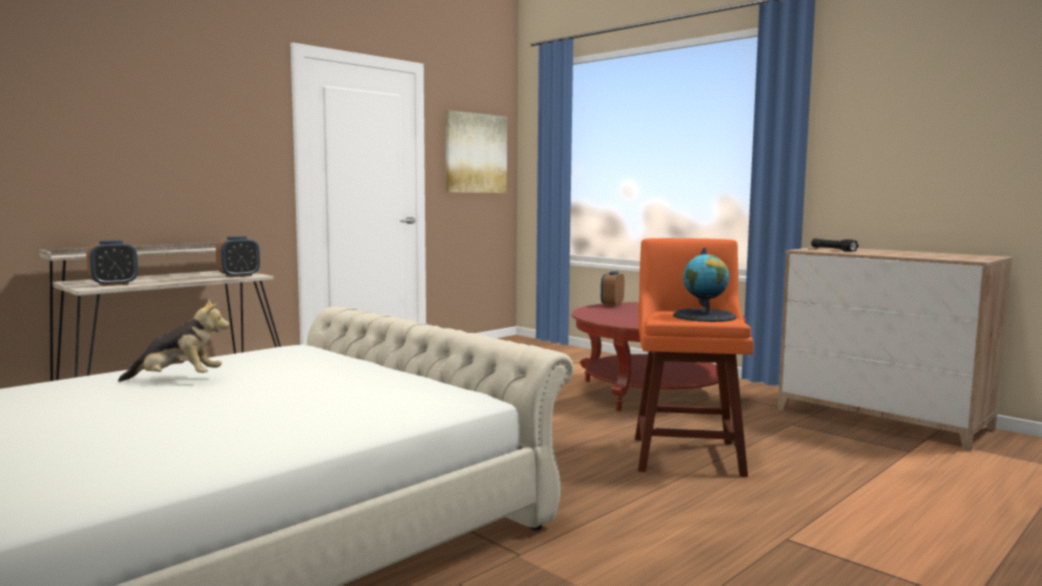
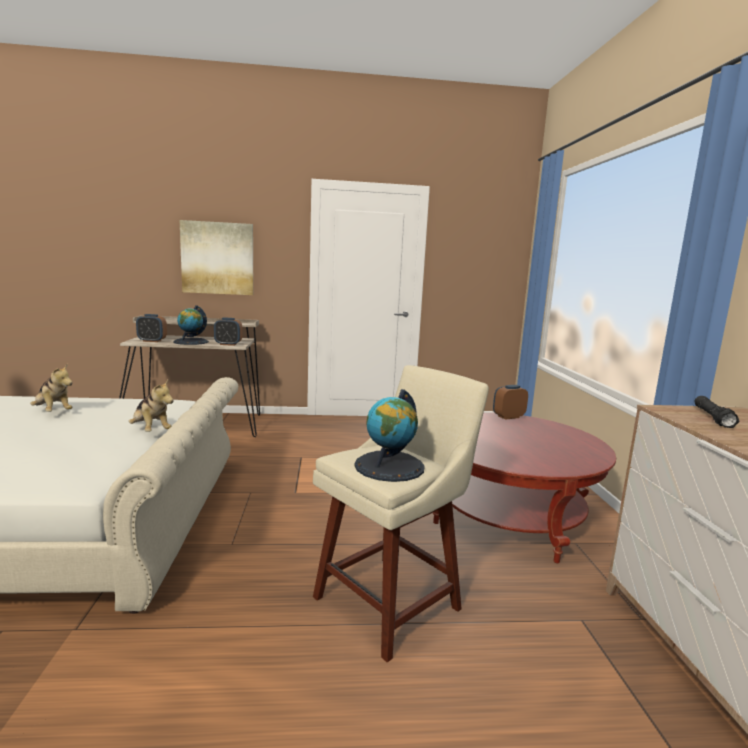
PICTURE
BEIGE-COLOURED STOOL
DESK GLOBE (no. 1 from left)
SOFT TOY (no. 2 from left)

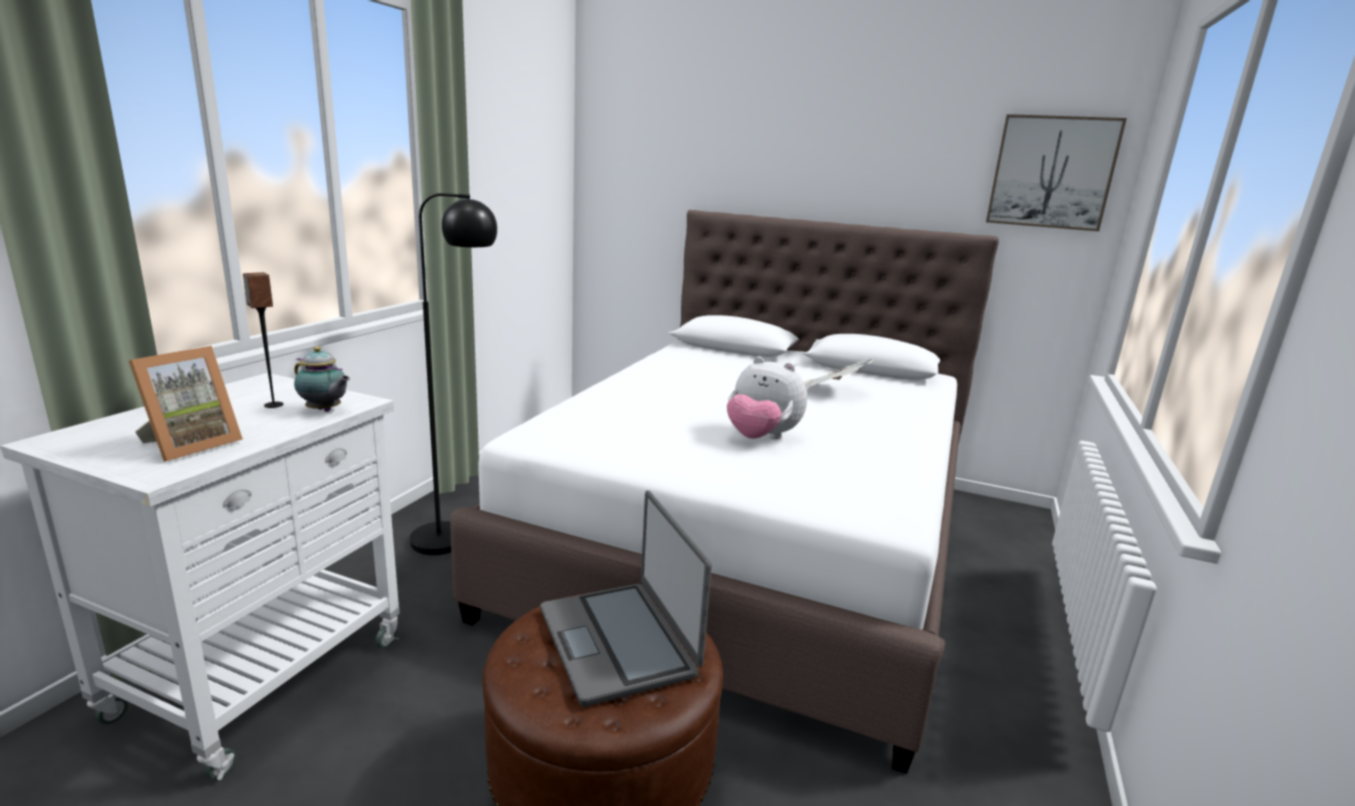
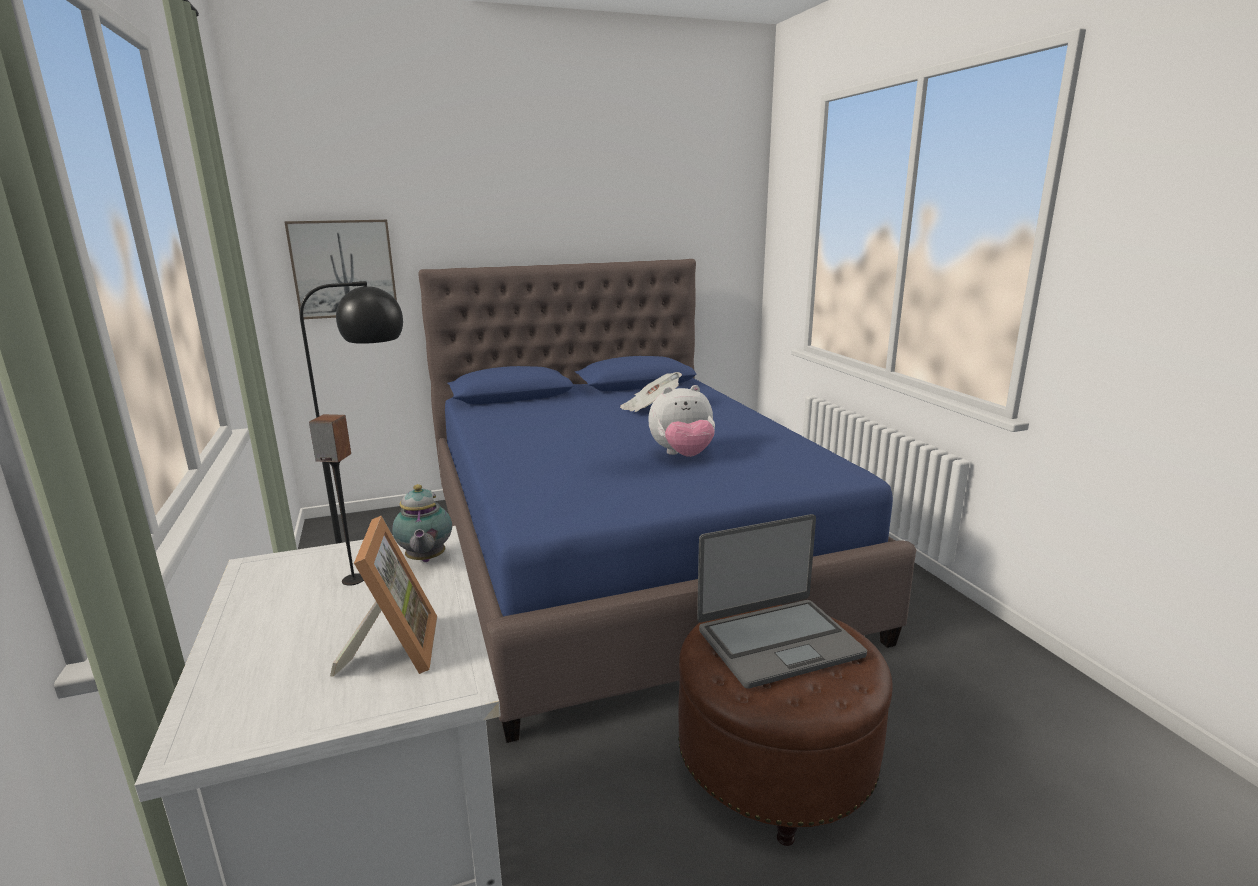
PICTURE
BLUISH SLEEPING BED
TEA POT
NOTEBOOK COMPUTER

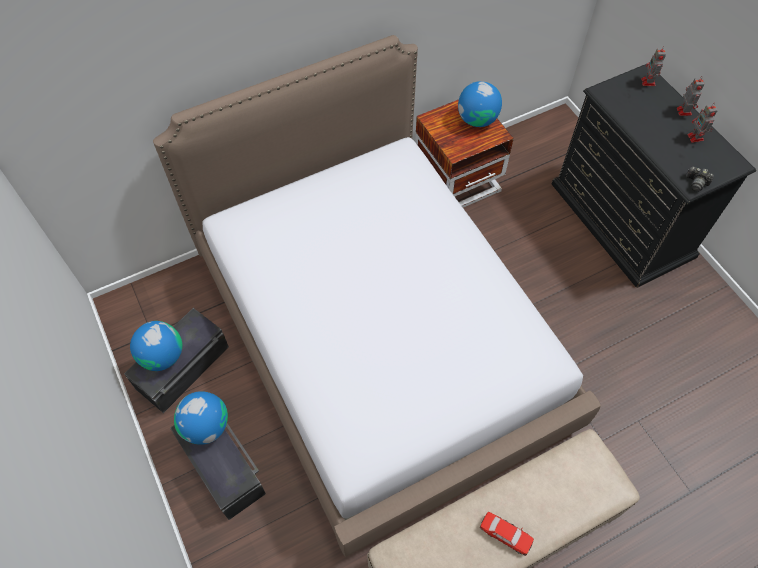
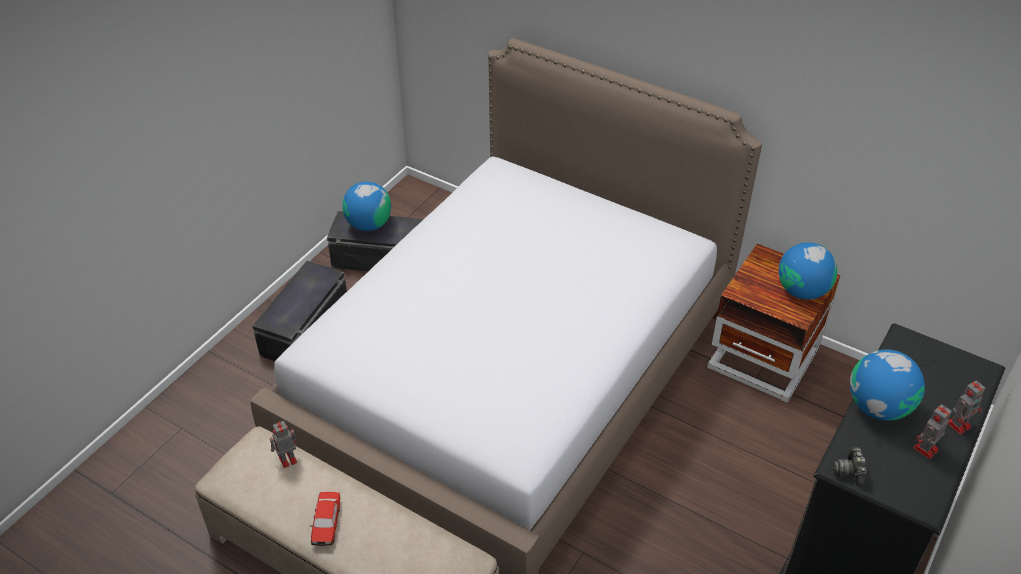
ROBOT FIGURE (no. 1 from left)
DESK GLOBE (no. 3 from left)

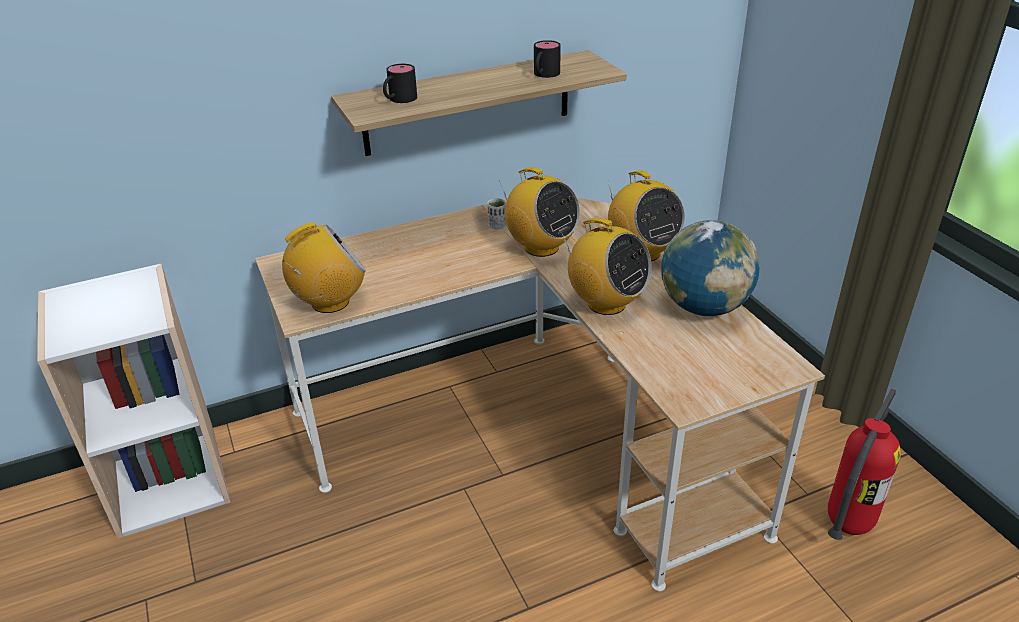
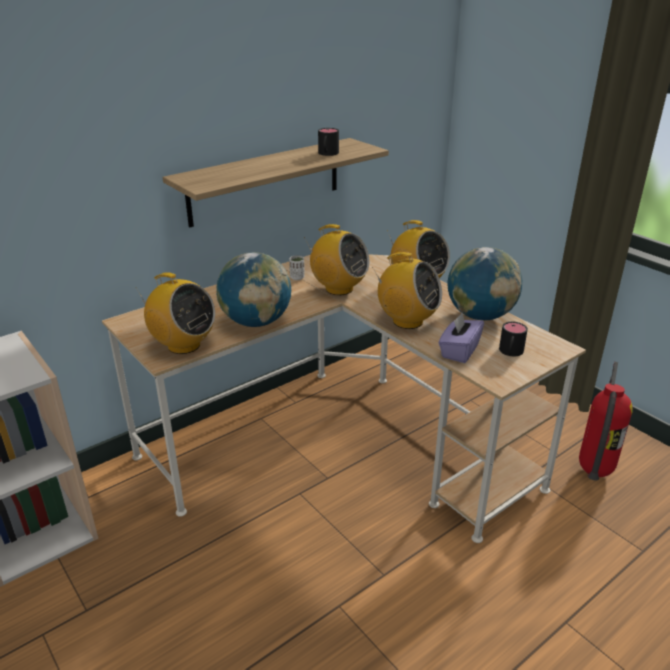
BLACK MUG (no. 2 from left)
RADIO SET (no. 1 from left)
DESK GLOBE (no. 1 from left)
PURPLE-COLOURED TISSUE BOX

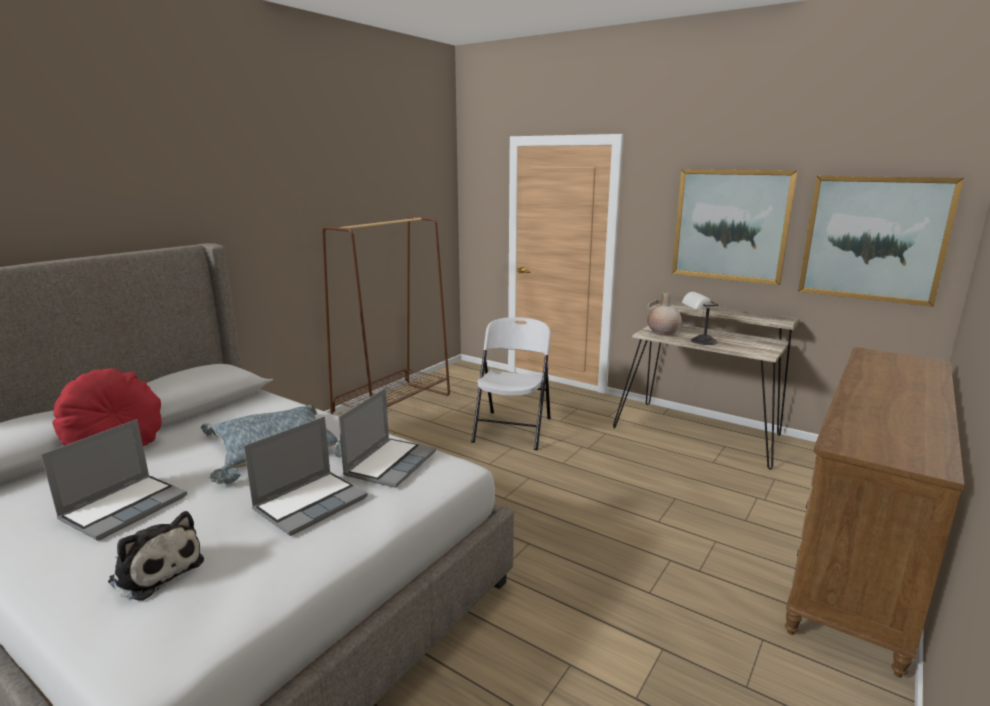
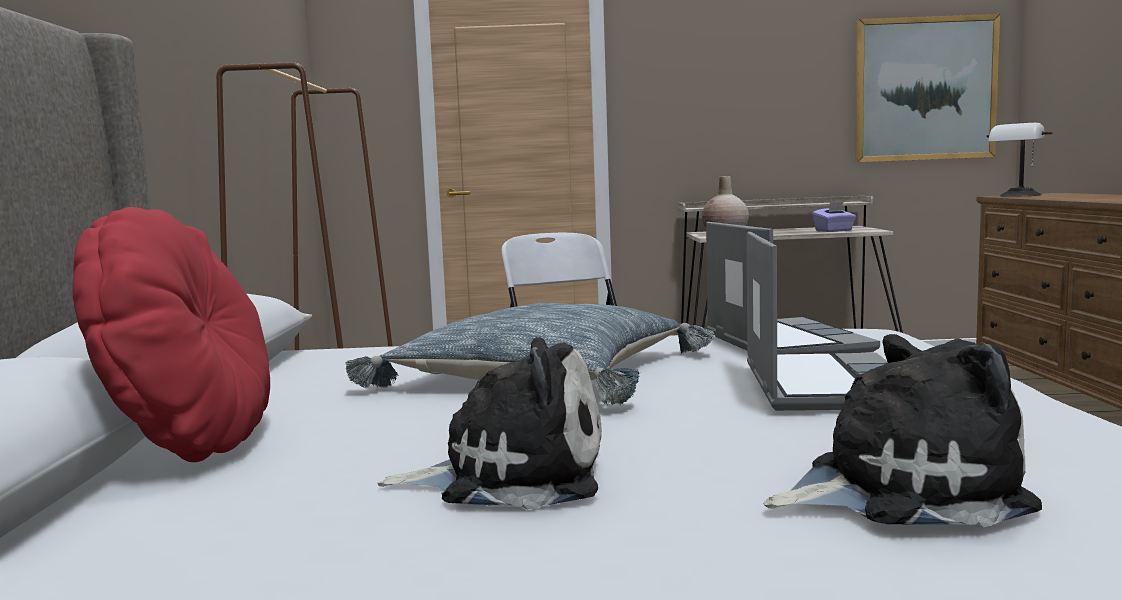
PICTURE (no. 1 from left in the first image)
TABLETOP LAMP
SOFT TOY (no. 1 from left)
PURPLE-COLOURED TISSUE BOX

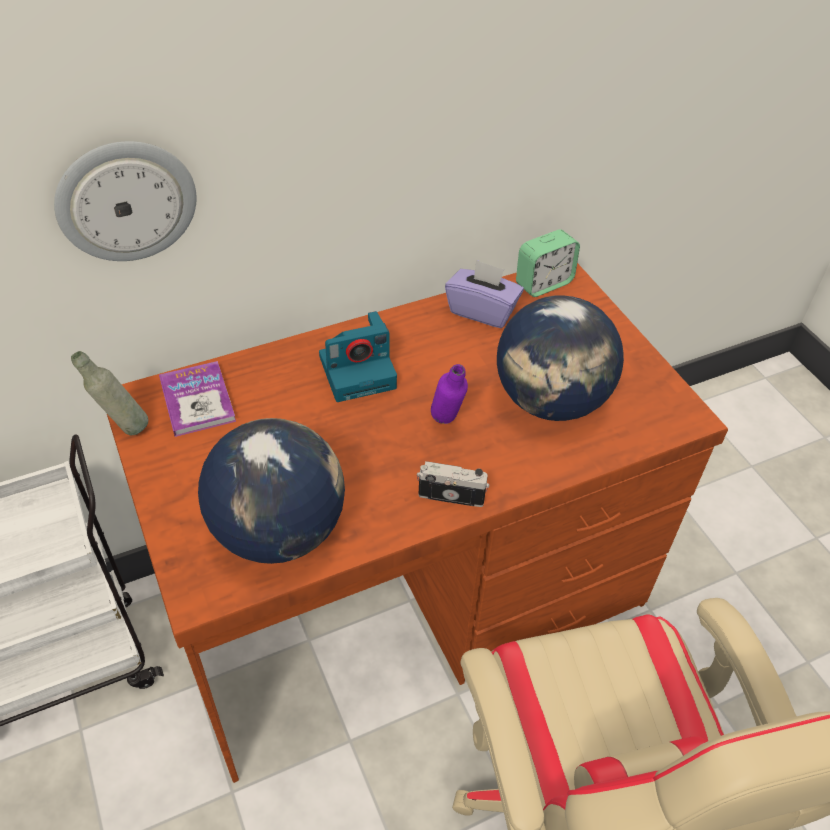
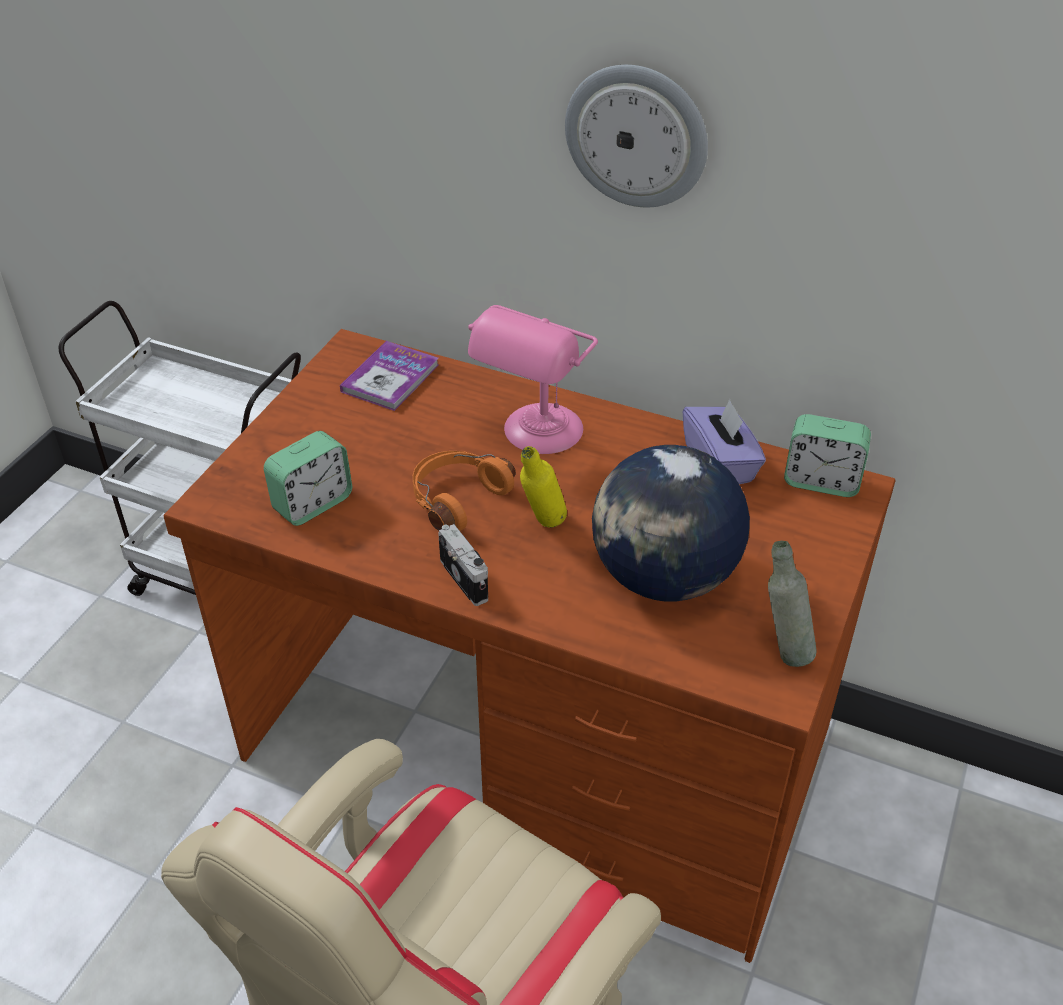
CLOCK ON THE WALL
PINK TABLETOP LAMP
GREY DRINK BOTTLE
YELLOW-COLOURED DRINK BOTTLE
TABLE CLOCK (no. 1 from left)
ORANGEY HEADPHONES

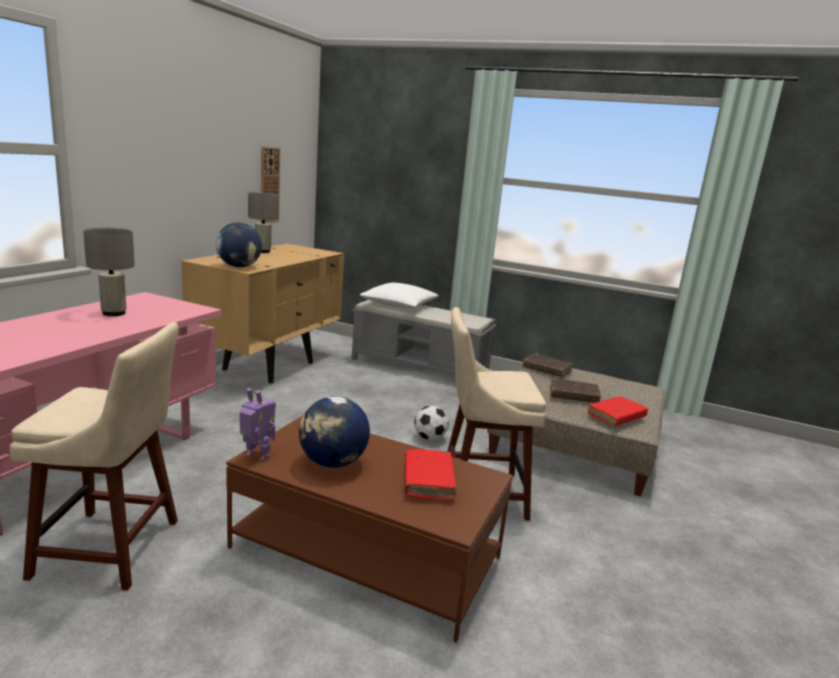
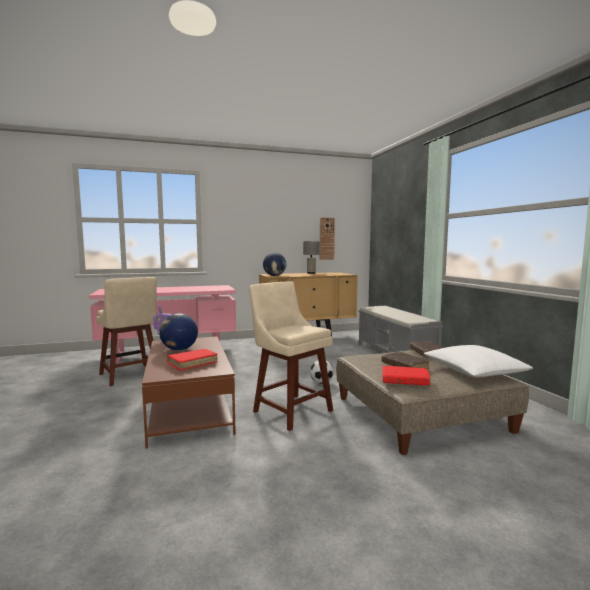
GREY TABLETOP LAMP (no. 1 from left in the first image)
WHITISH THROW PILLOW

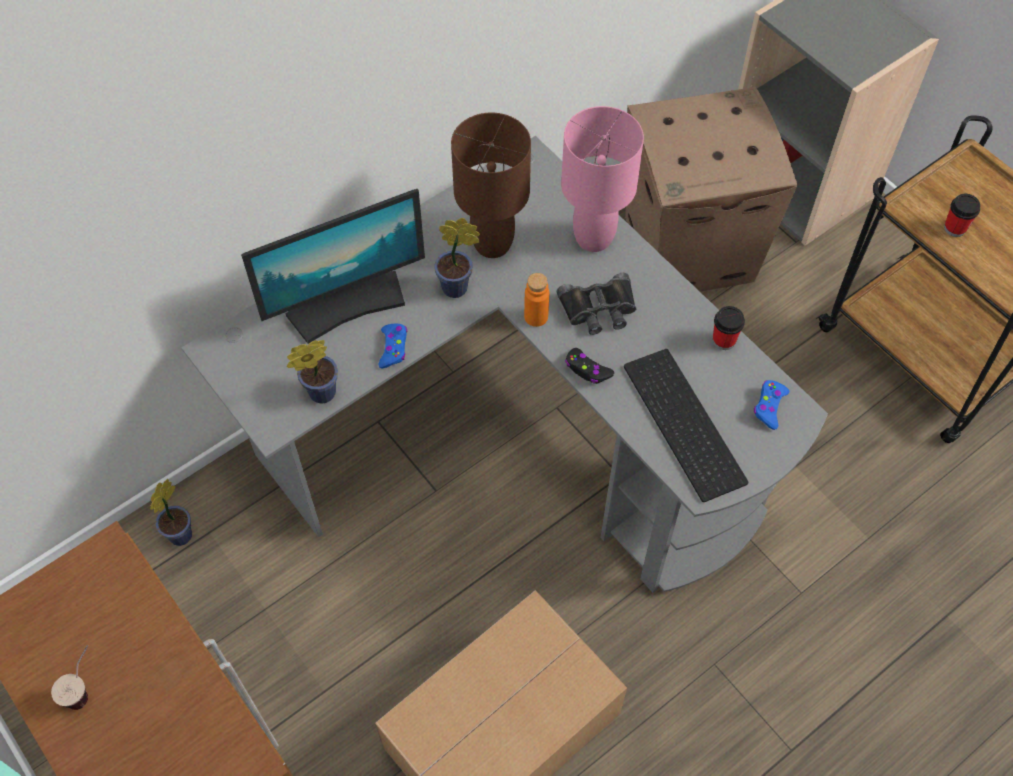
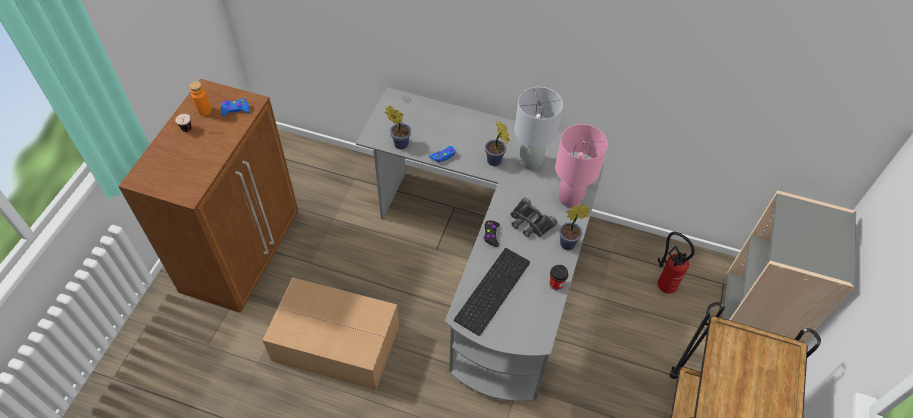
FIRE-FIGHTING CYLINDER
GREY TABLETOP LAMP
COMPUTER DISPLAY
CUP (no. 3 from left in the first image)
ORANGEY DRINK BOTTLE
BLUISH GAMEPAD (no. 1 from left)
POTTED PLANT (no. 3 from left)

